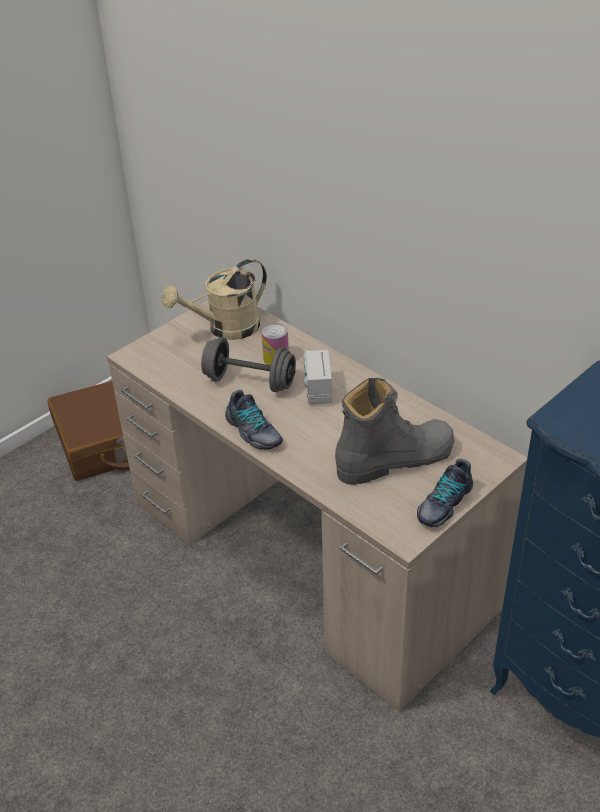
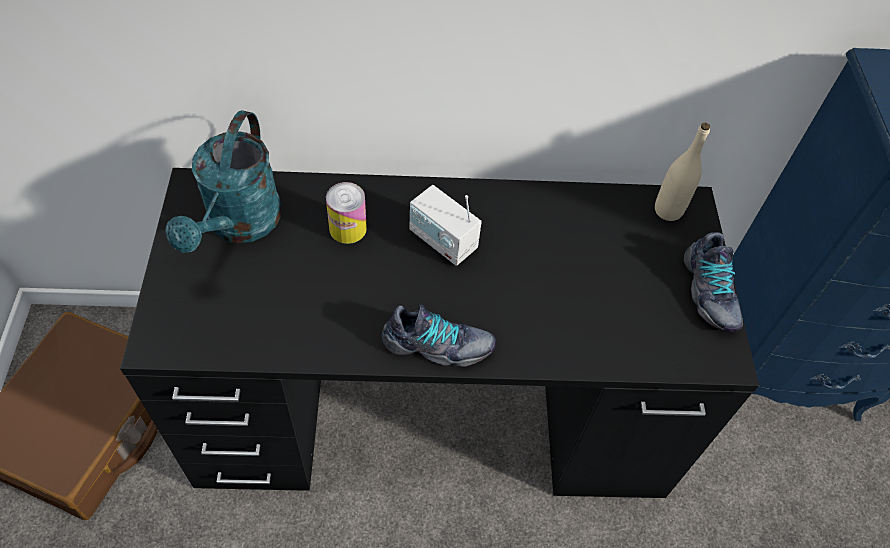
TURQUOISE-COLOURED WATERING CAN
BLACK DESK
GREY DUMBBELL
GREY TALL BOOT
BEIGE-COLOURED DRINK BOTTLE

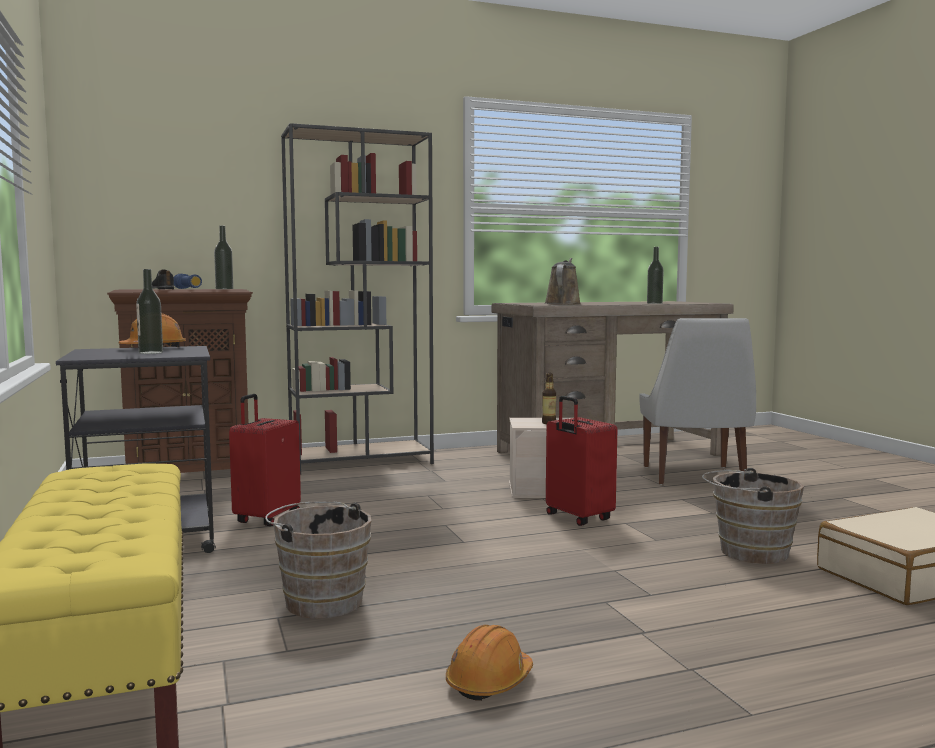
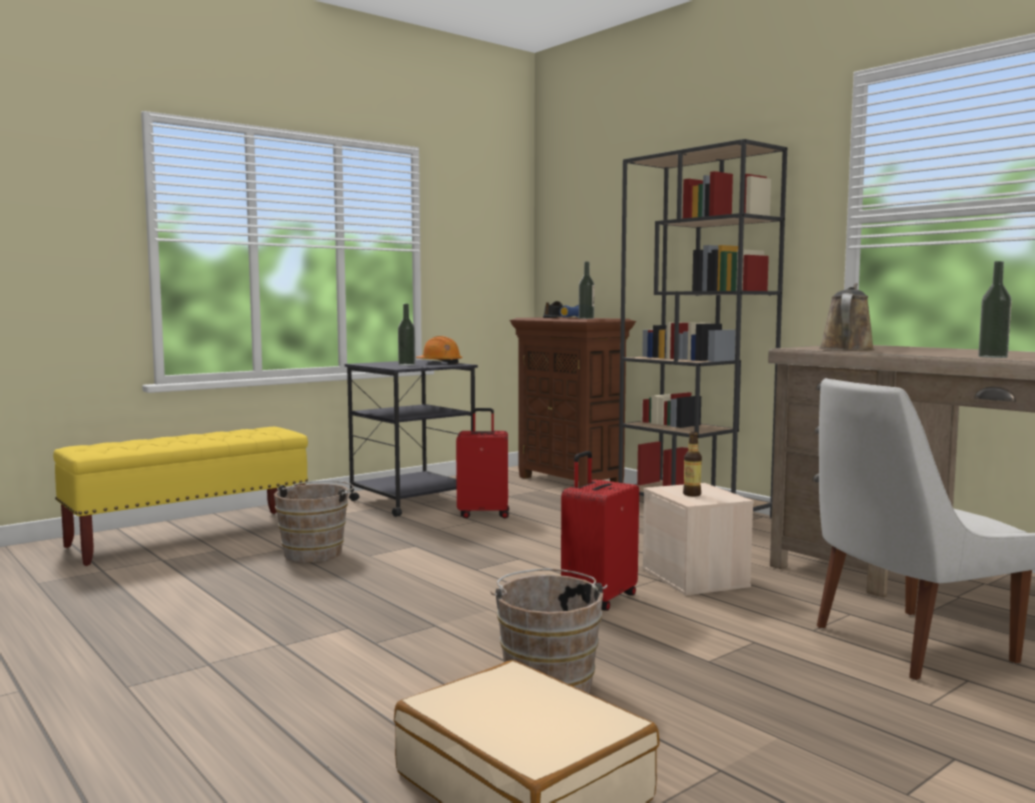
BROWN-COLOURED WATERING CAN
ORANGEY WORK HELMET (no. 2 from left in the first image)

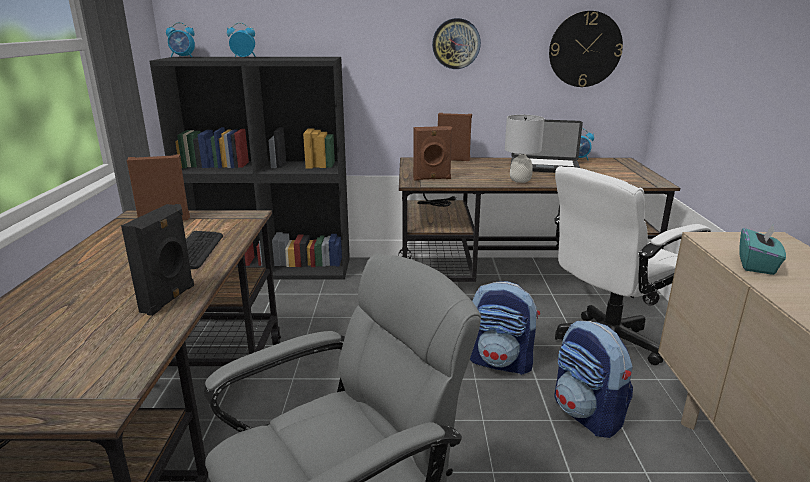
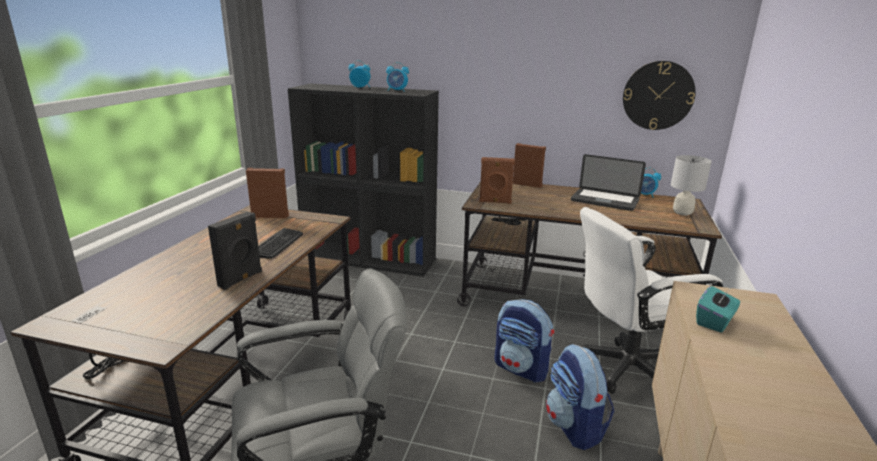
CLOCK ON THE WALL (no. 1 from left in the first image)
TABLE CLOCK (no. 2 from left)
GREY TABLETOP LAMP

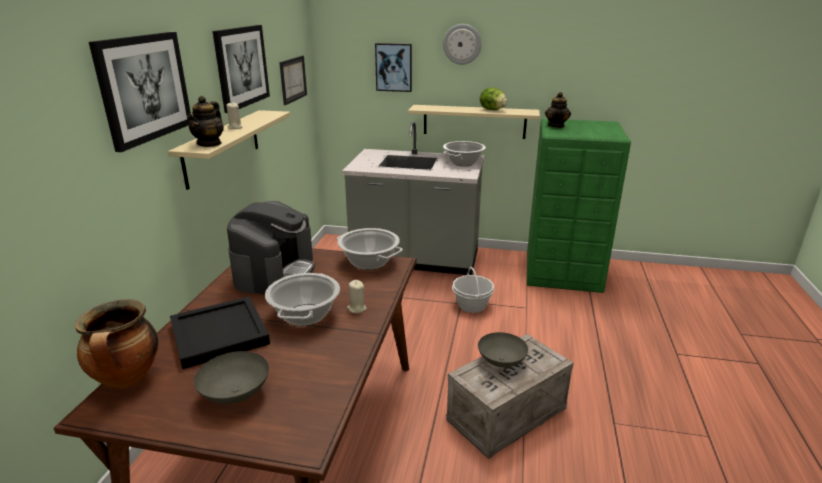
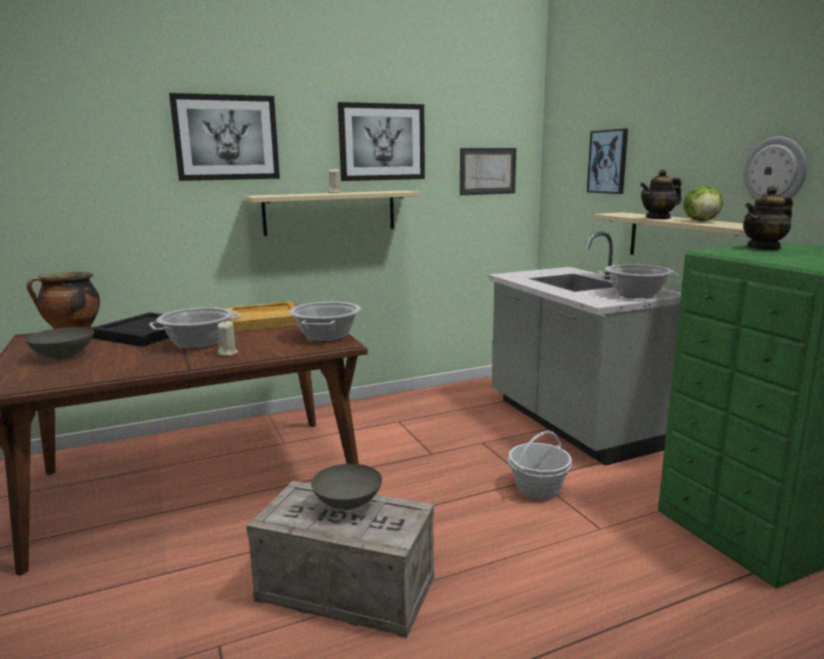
CLOCK ON THE WALL
TEA POT (no. 1 from left)
BEIGE-COLOURED TRAY

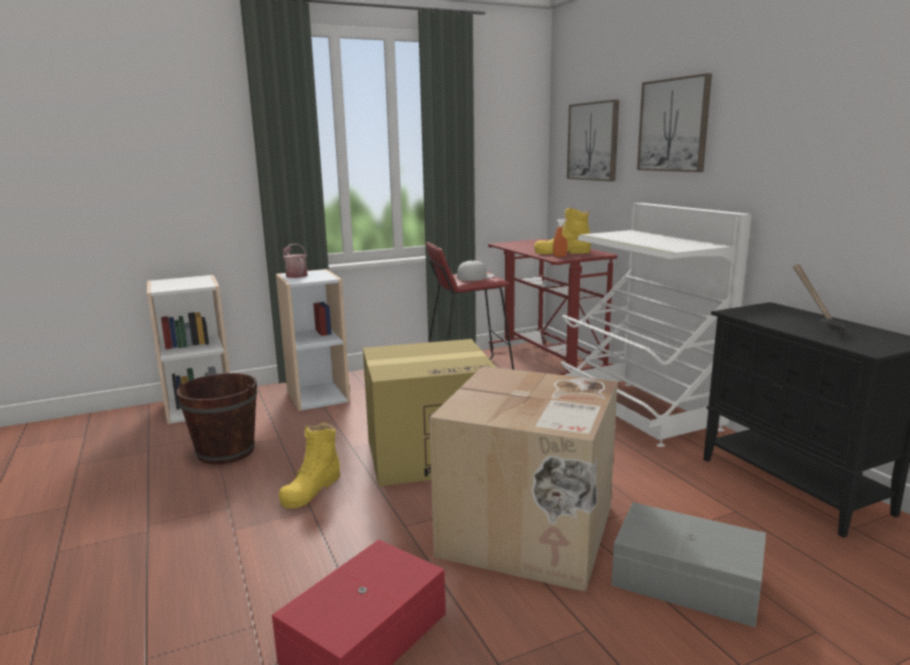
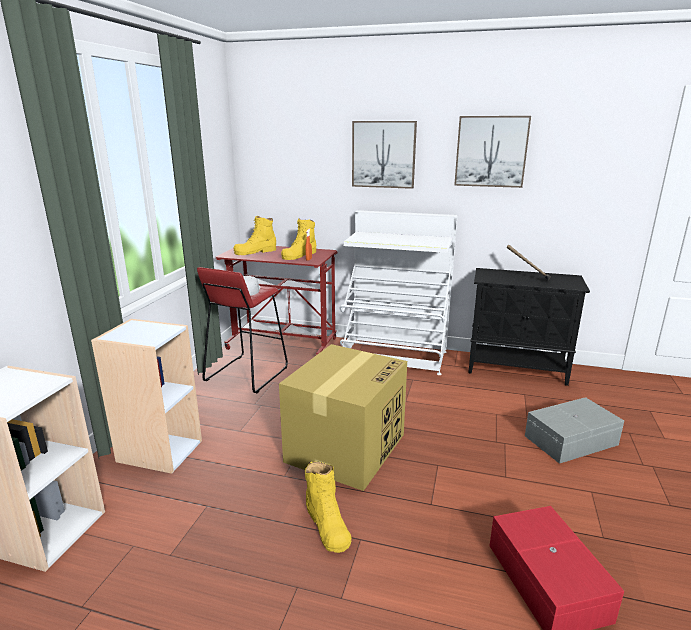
PICTURE (no. 2 from left)
WATERING CAN
PACKING BOX (no. 2 from left in the first image)
BROWN-COLOURED BUCKET
YELLOW-COLOURED TALL BOOT (no. 1 from left)

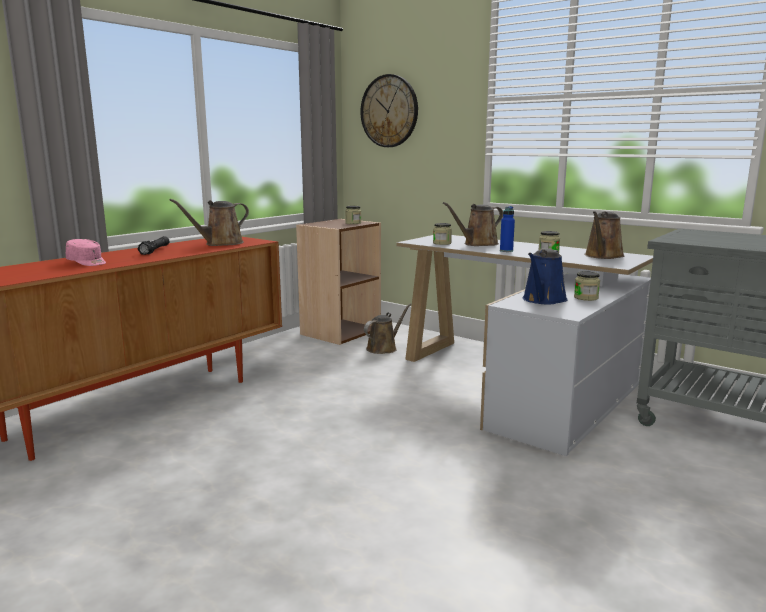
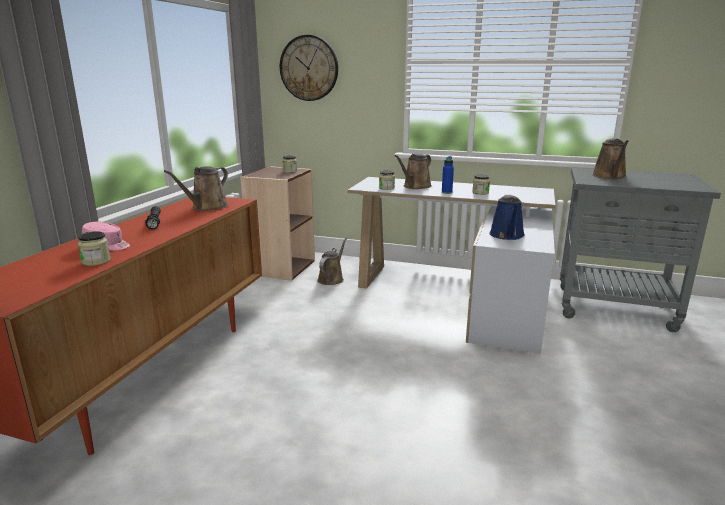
BROWN-COLOURED WATERING CAN (no. 4 from left)
JAR (no. 1 from left)

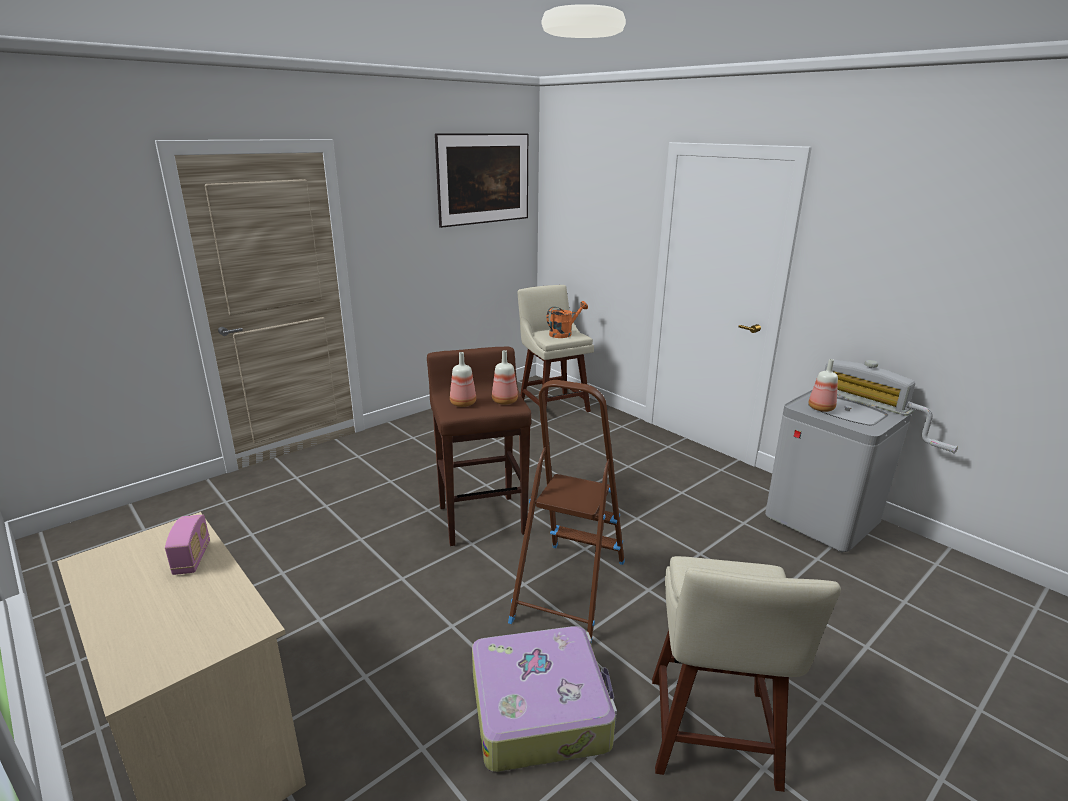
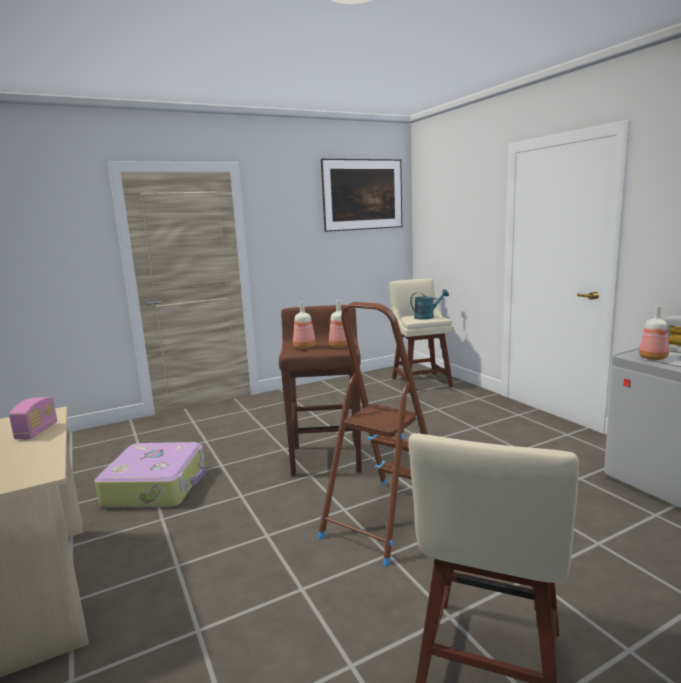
TURQUOISE-COLOURED WATERING CAN
SUITCASE

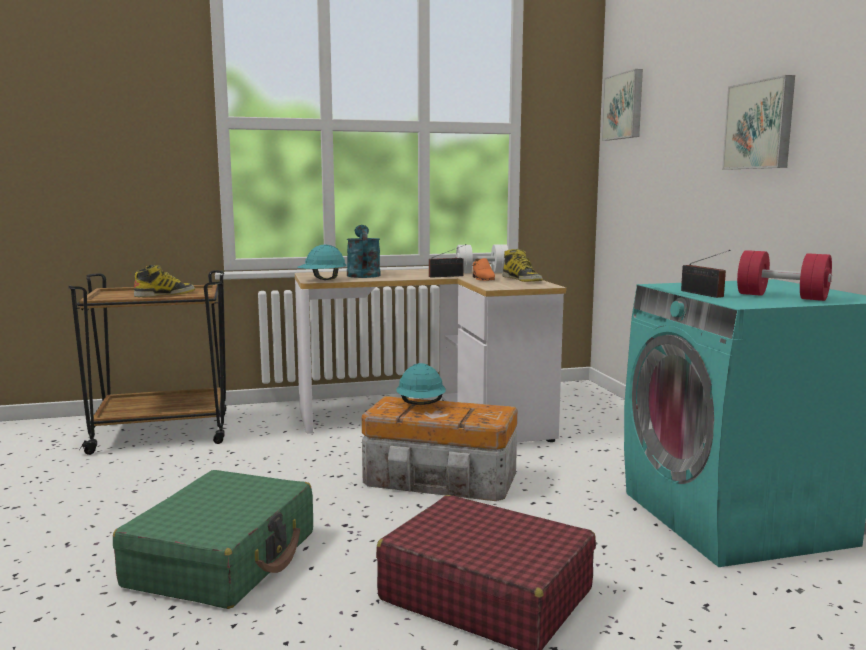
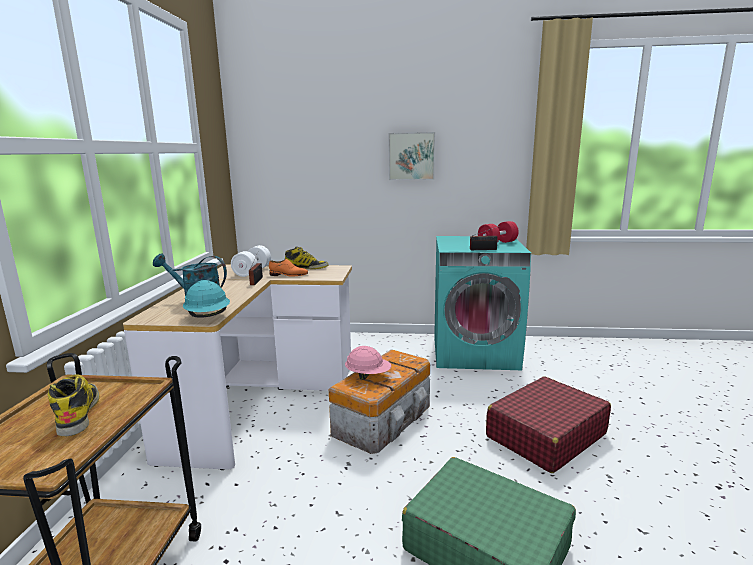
PICTURE (no. 1 from left in the first image)
PINK WORK HELMET

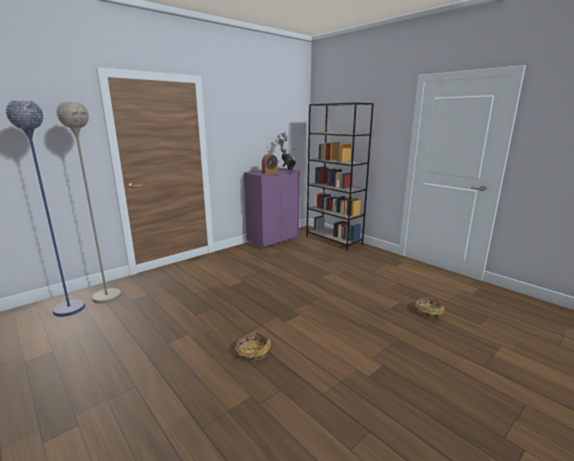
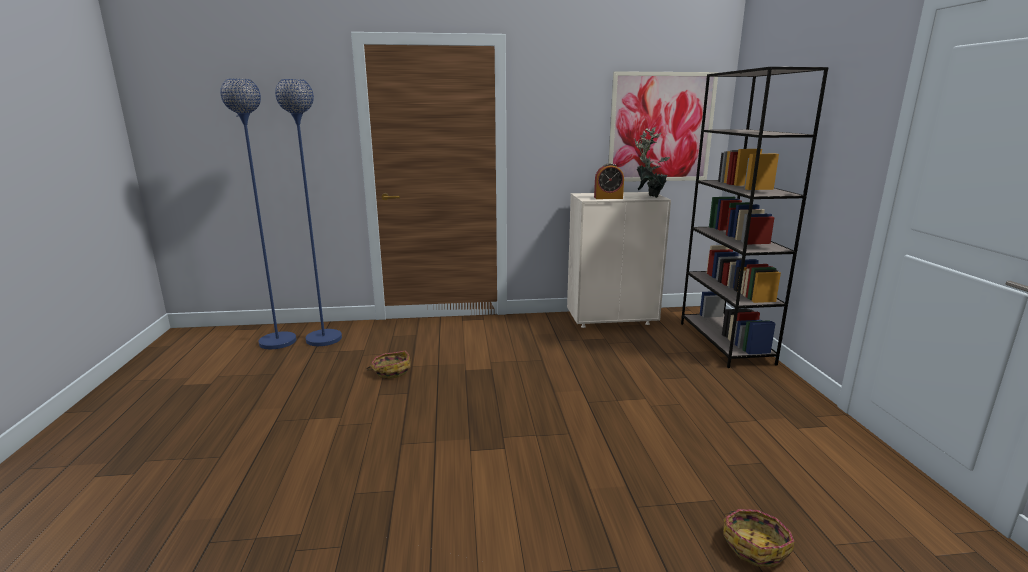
BLUISH STANDARD LAMP (no. 2 from left)
WHITISH CABINET
HOUSEHOLD BASKET (no. 1 from left)
PICTURE

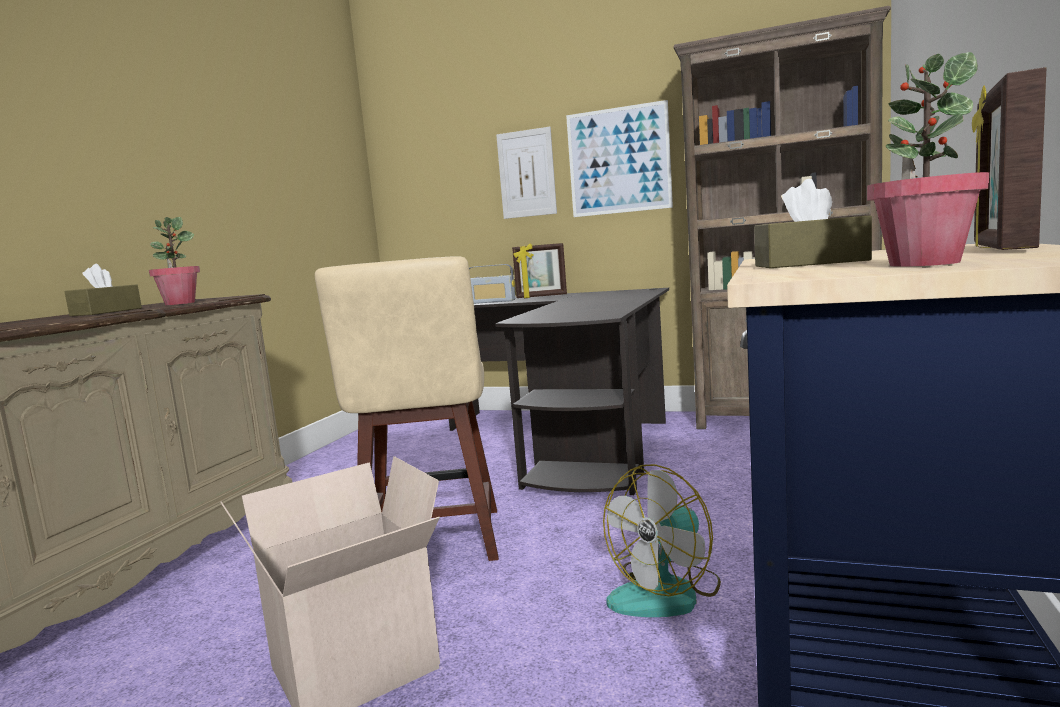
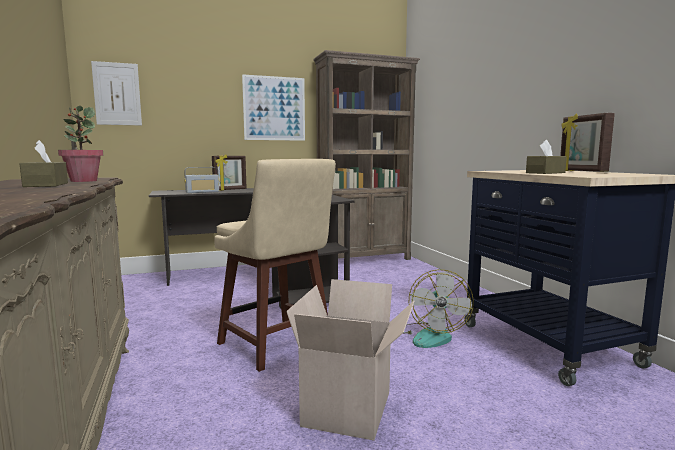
POTTED PLANT (no. 2 from left in the first image)
PICTURE (no. 1 from left)

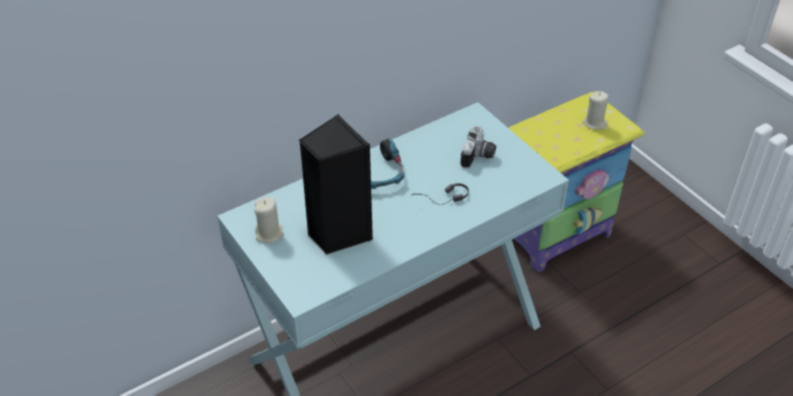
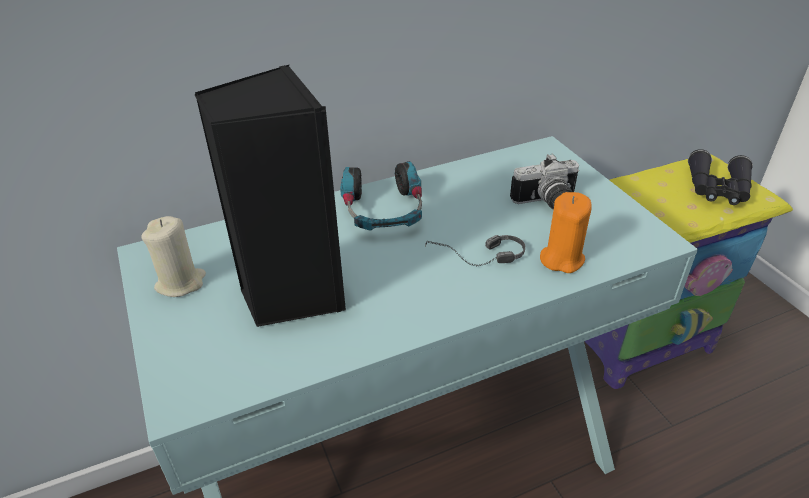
BLACK FIELD GLASSES
STILL CAMERA
ORANGEY WAX CANDLE

